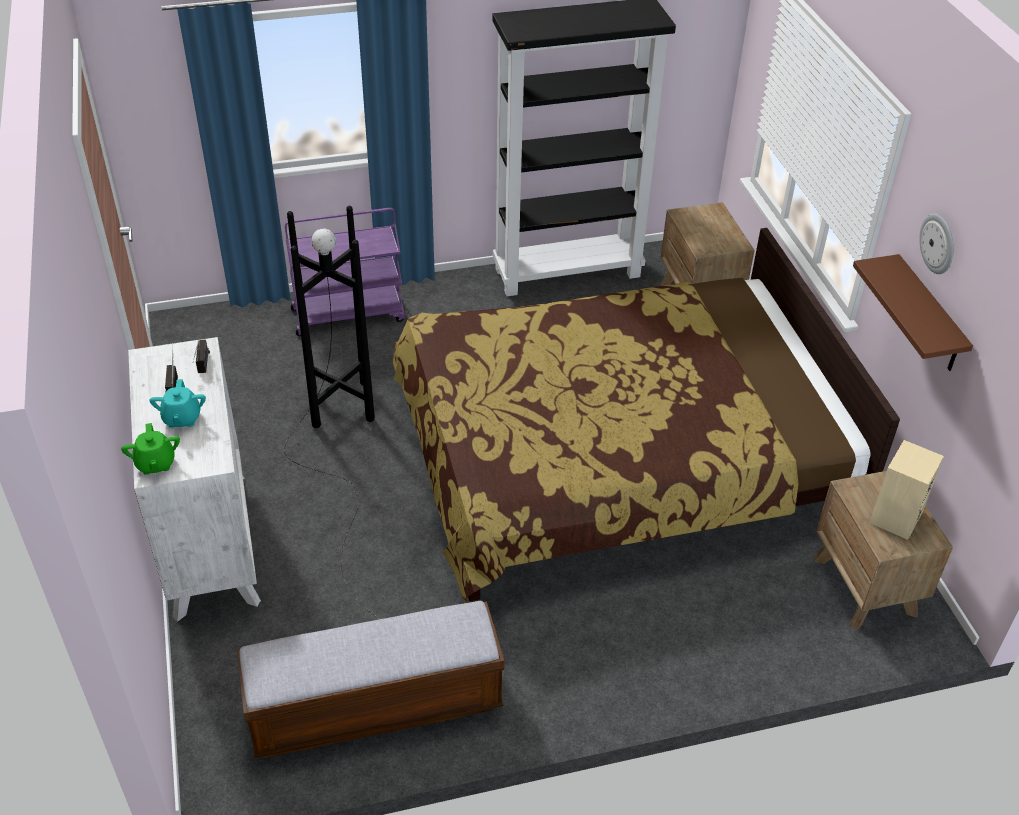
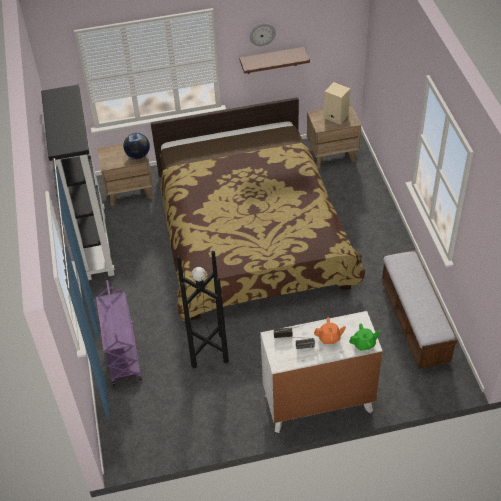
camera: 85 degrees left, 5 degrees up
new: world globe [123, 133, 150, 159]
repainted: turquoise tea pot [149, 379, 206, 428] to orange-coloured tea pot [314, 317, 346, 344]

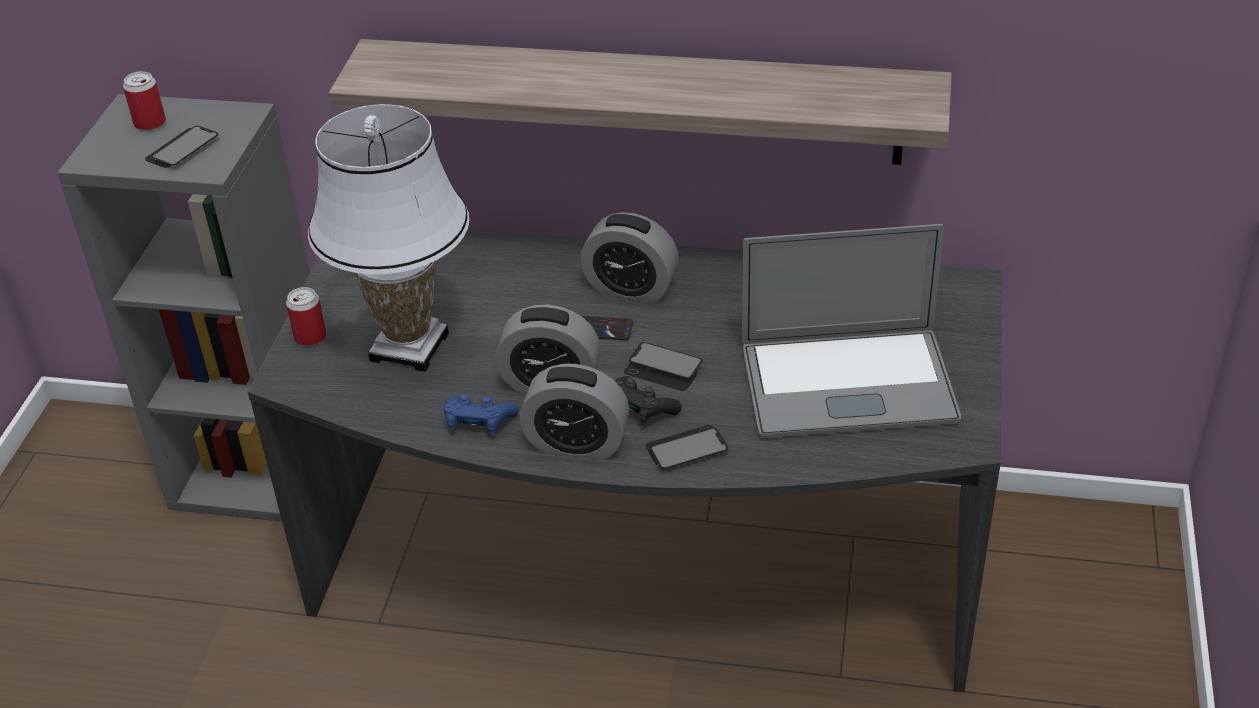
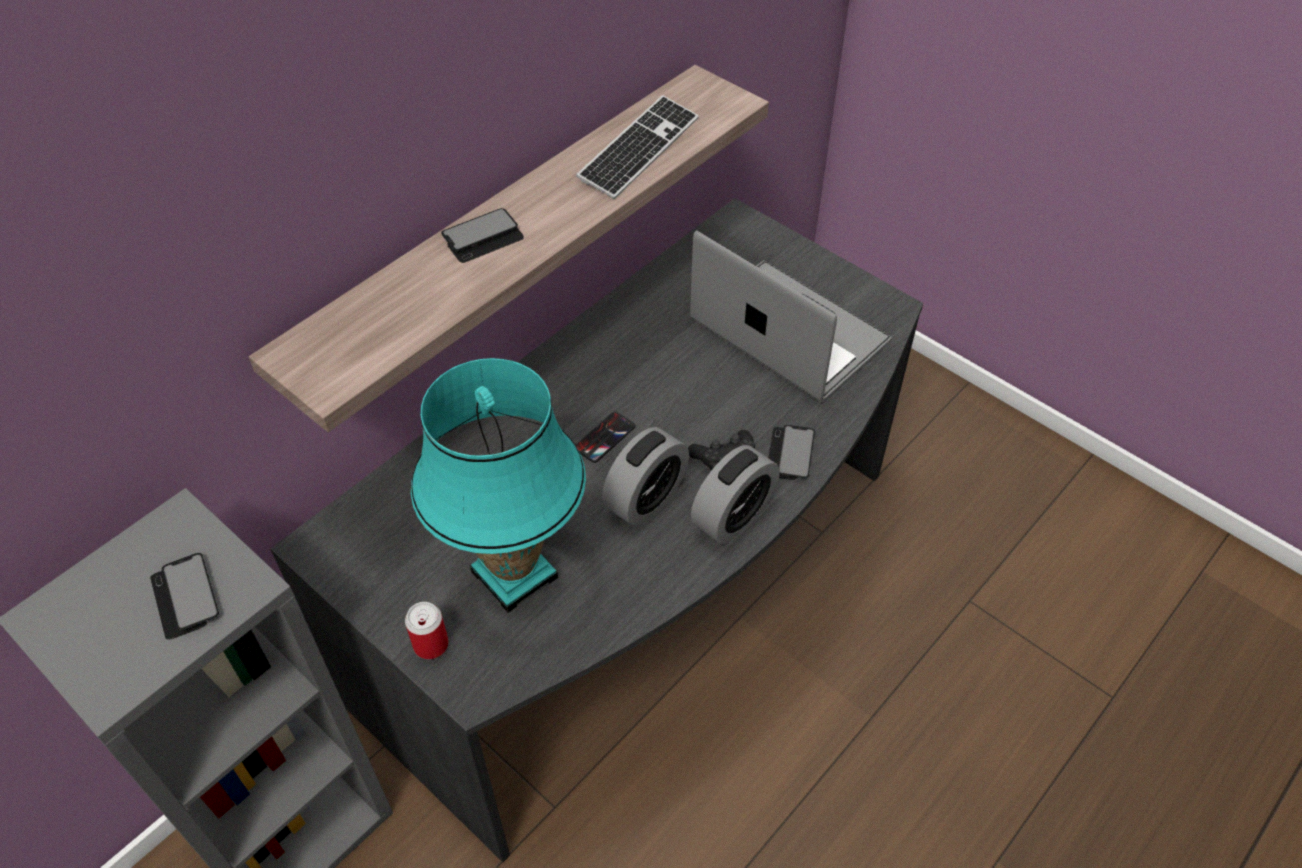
camera: 60 degrees left, 10 degrees up
gone: metal can [123, 71, 166, 131]; blue joypad [444, 394, 518, 435]; alarm clock [580, 212, 679, 303]
new: PC keyboard [576, 95, 699, 199]
shifted: handset [624, 342, 702, 391] to [441, 208, 524, 263]
repainted: white lamp for a table [308, 104, 469, 372] to turquoise lamp for a table [411, 358, 586, 613]
rotated: portable computer [742, 224, 961, 439] = [690, 231, 891, 403] 75 degrees counterclockwise

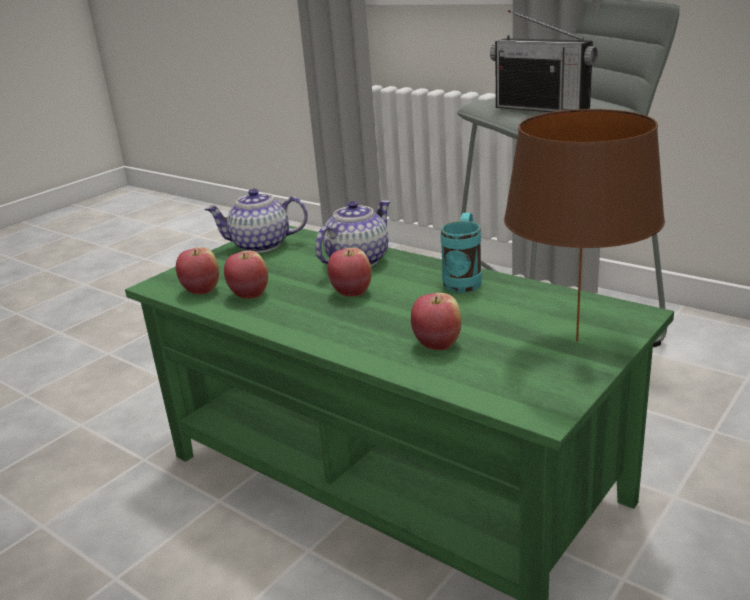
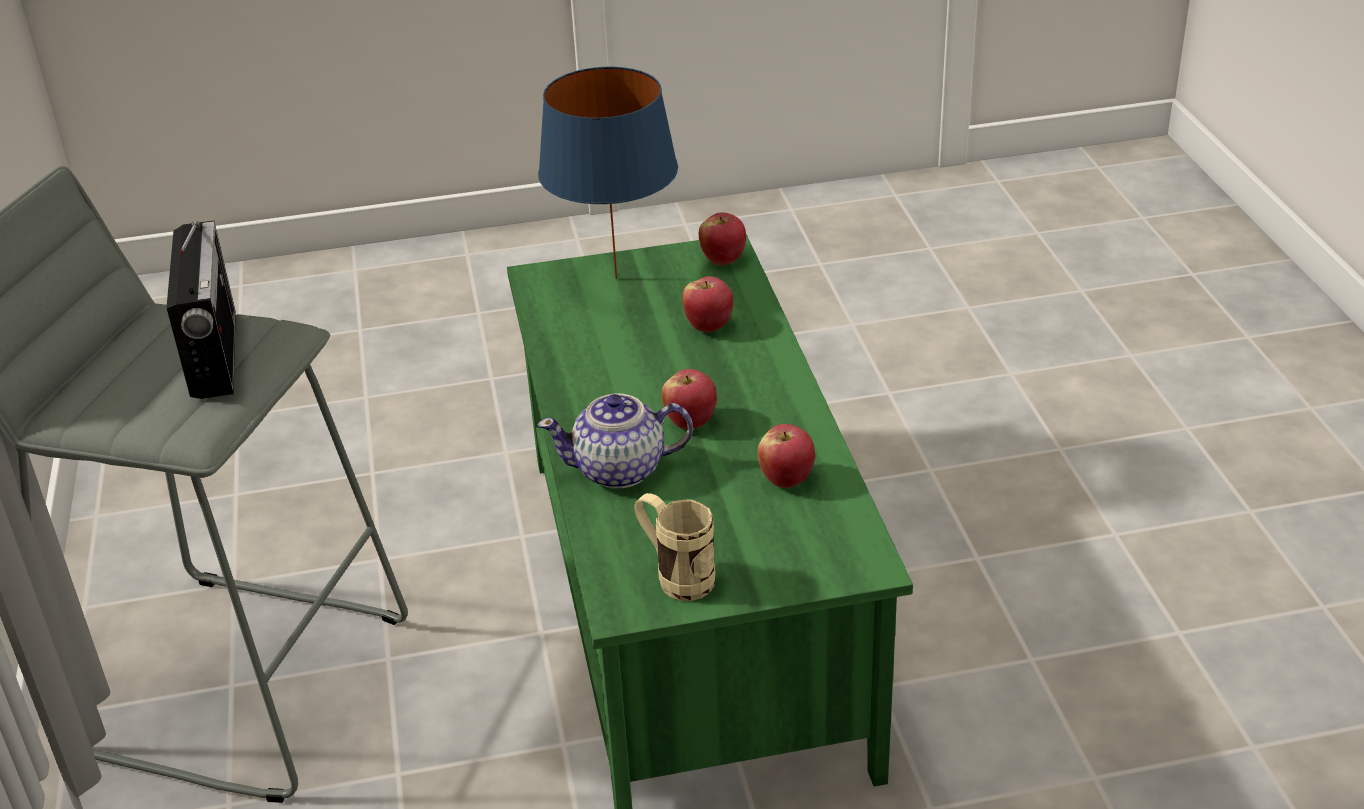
camera: 140 degrees left, 10 degrees up
gone: turquoise mug [440, 213, 482, 293]
shifted: apple fruit [176, 247, 219, 294] to [699, 212, 746, 265]
swapped: tea pot [204, 189, 308, 253] to sand-coloured mug [634, 493, 715, 601]
repainted: brown-coloured lamp for a table [504, 109, 665, 342] to blue lamp for a table [538, 67, 678, 279]

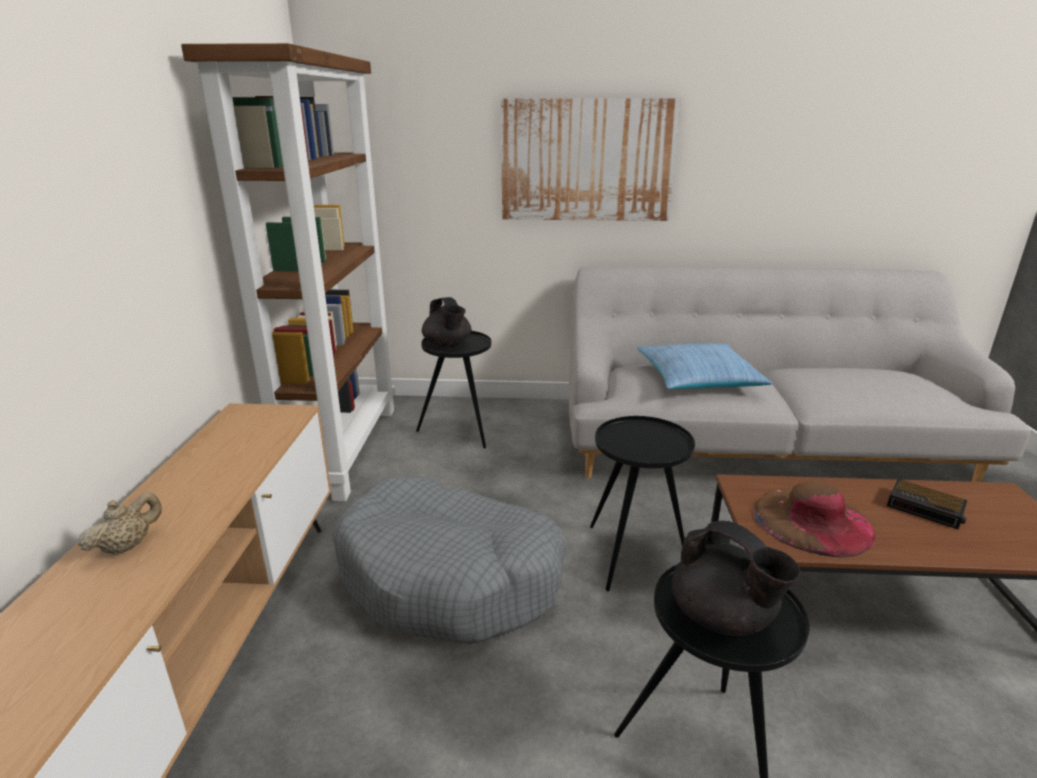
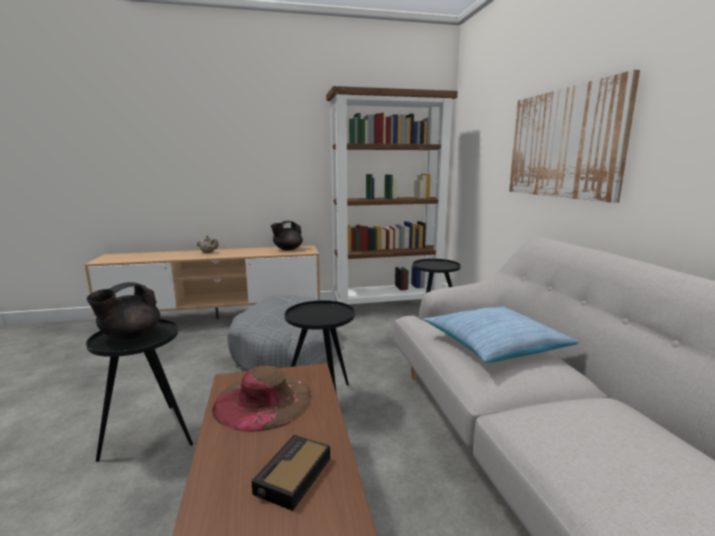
camera: 75 degrees right, 10 degrees down
shifted: black tea pot [422, 297, 471, 348] to [271, 221, 303, 250]

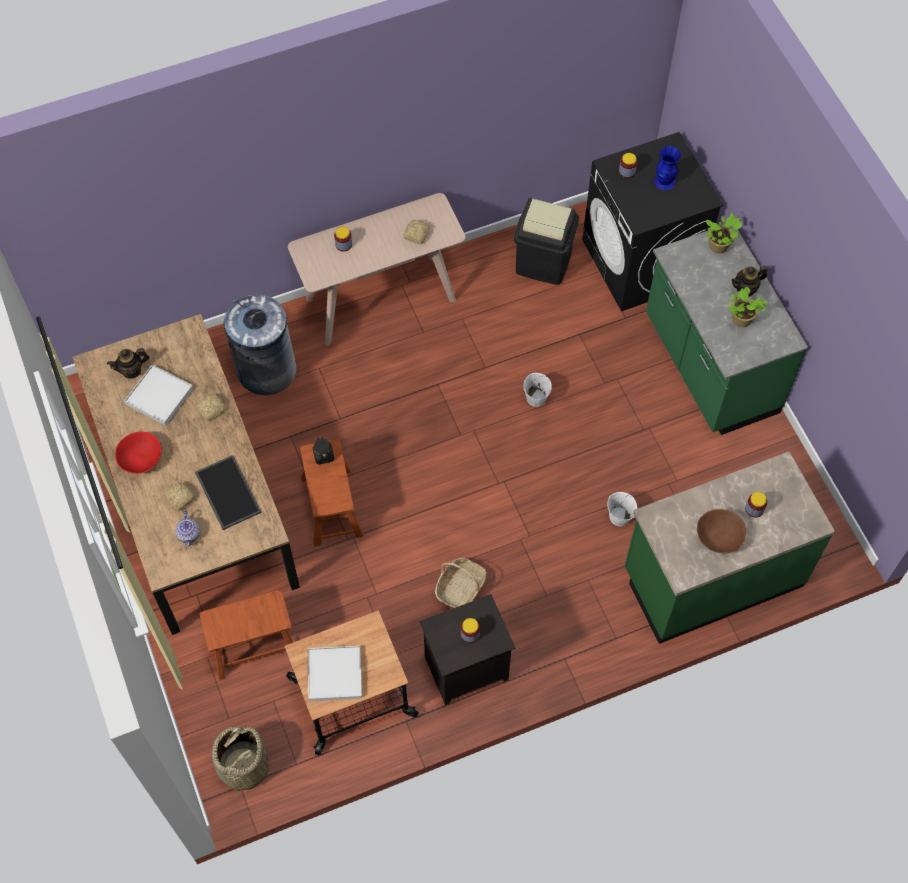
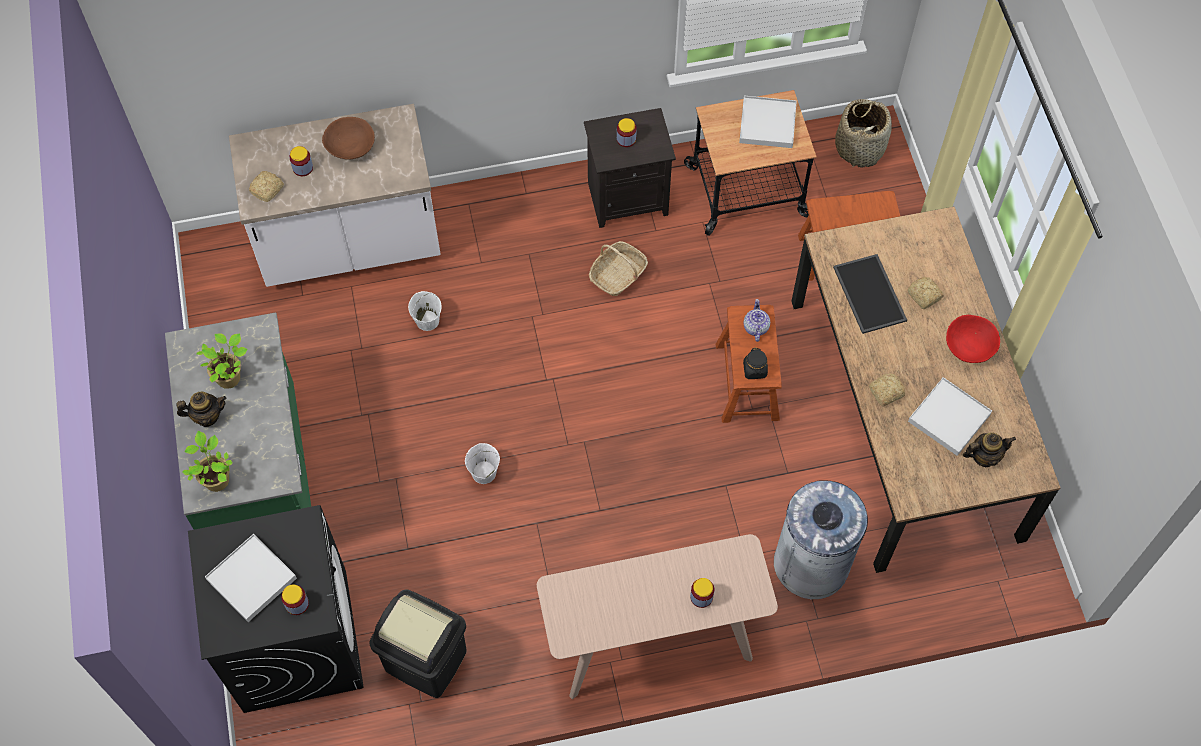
camera: 170 degrees left, 0 degrees up
shifted: tea pot [175, 511, 200, 546] to [744, 299, 770, 342]; bread [403, 220, 430, 244] to [249, 171, 284, 202]
swapped: blue vase [654, 146, 681, 190] to white carrying tray [205, 534, 297, 622]
repainted: green kitchen counter [625, 452, 835, 644] to white kitchen counter [229, 104, 441, 287]

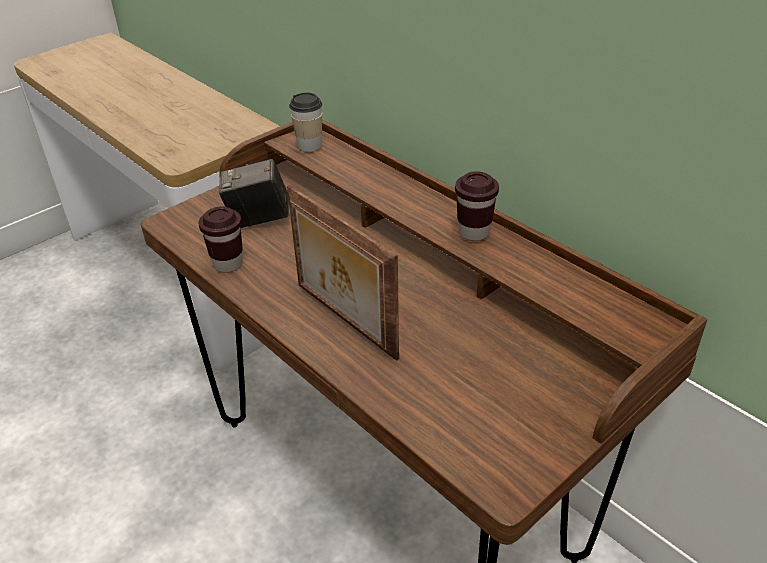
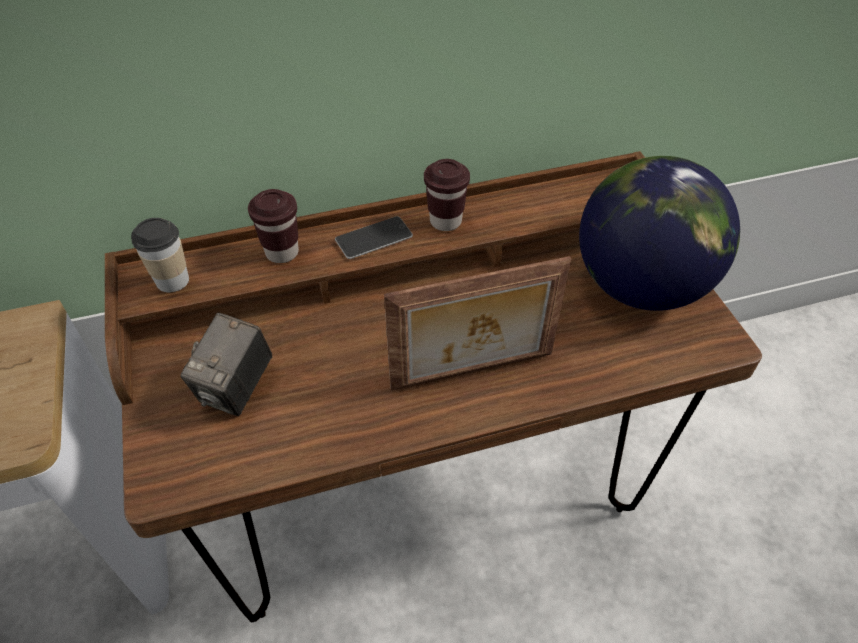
camera: 65 degrees left, 10 degrees up
new: handset [335, 216, 413, 259]; world globe [579, 156, 740, 311]
shifted: brown-coloured cup [198, 206, 243, 273] to [248, 189, 299, 263]

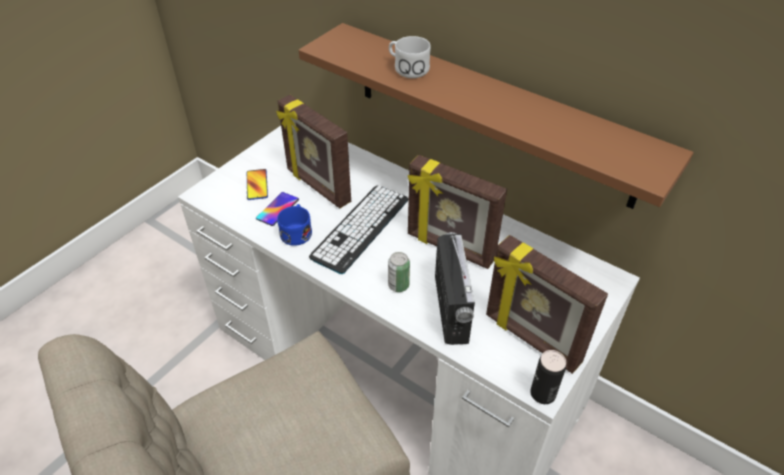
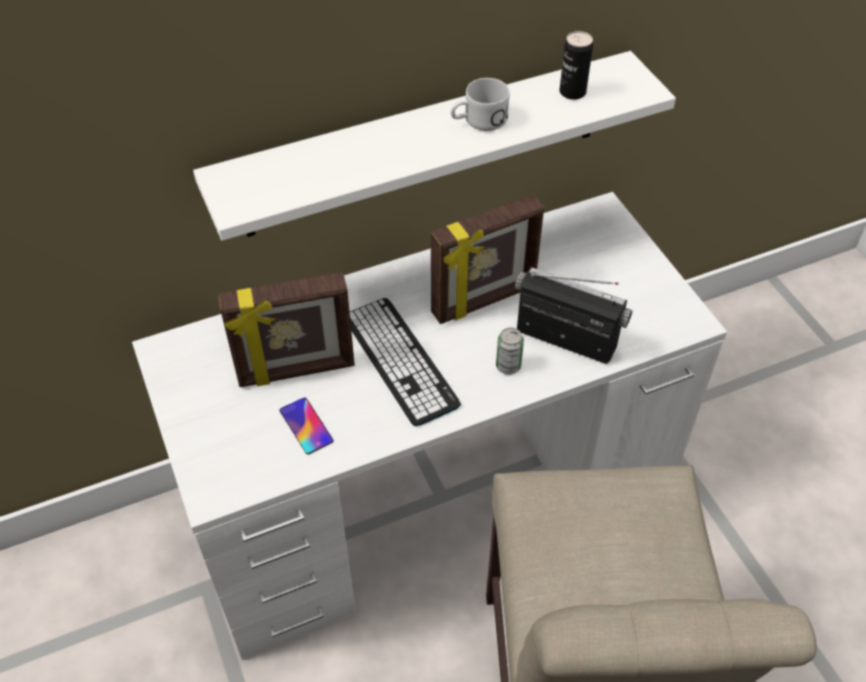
camera: 60 degrees left, 5 degrees up
gone: handset [247, 169, 268, 200]; blue mug [277, 204, 312, 246]; photo frame [486, 235, 608, 374]
shifted: white mug [389, 36, 431, 78] to [451, 78, 510, 131]; metal can [530, 350, 566, 404] to [560, 31, 593, 100]
repainted: brown-coloured wall shelf [299, 23, 693, 209] to white wall shelf [193, 51, 676, 241]

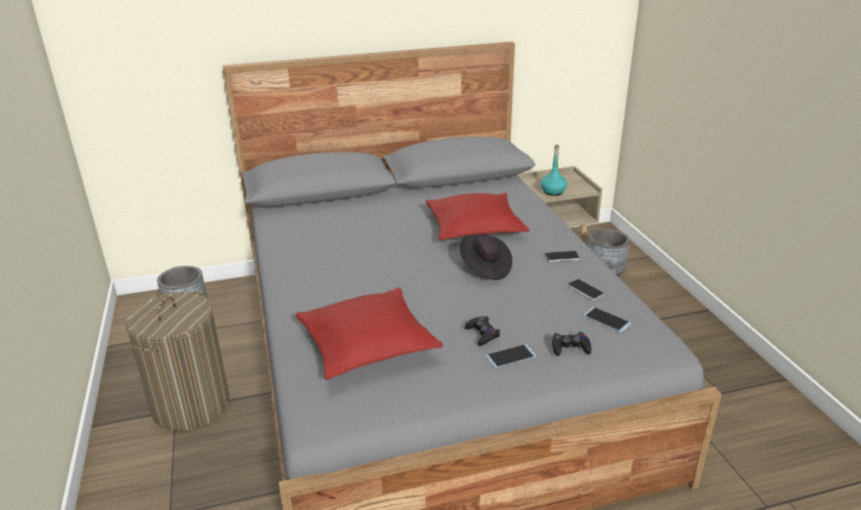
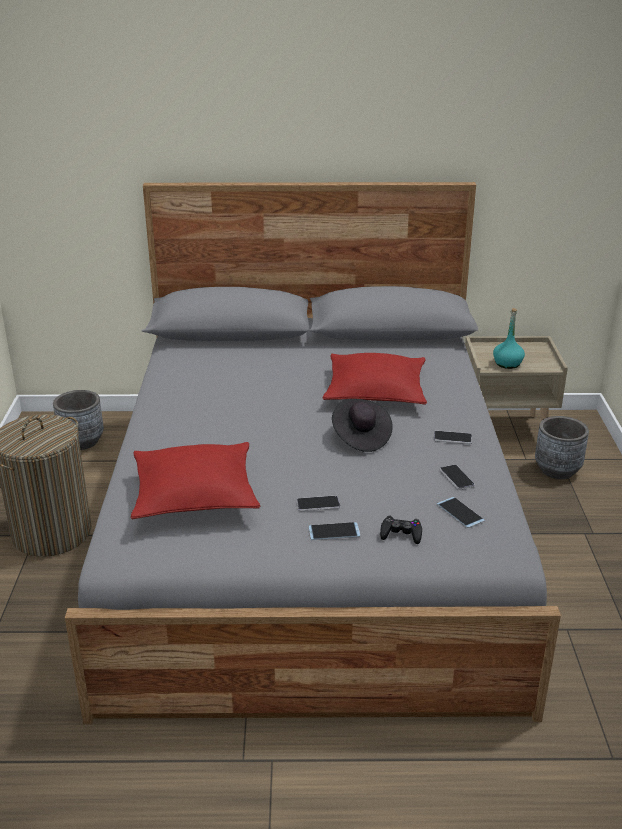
camera: 15 degrees right, 0 degrees up
swapped: black joypad [465, 316, 500, 346] to handset [297, 496, 340, 511]

